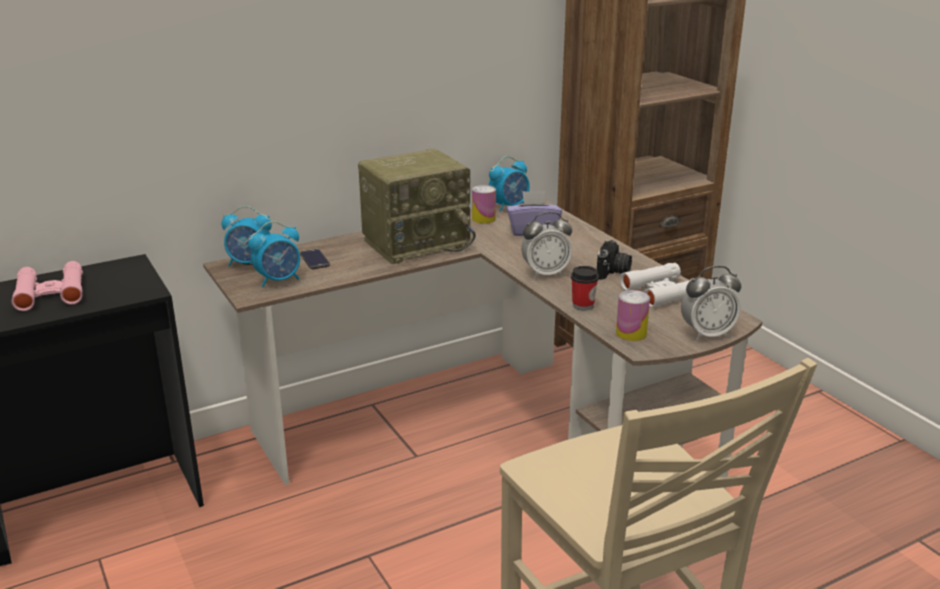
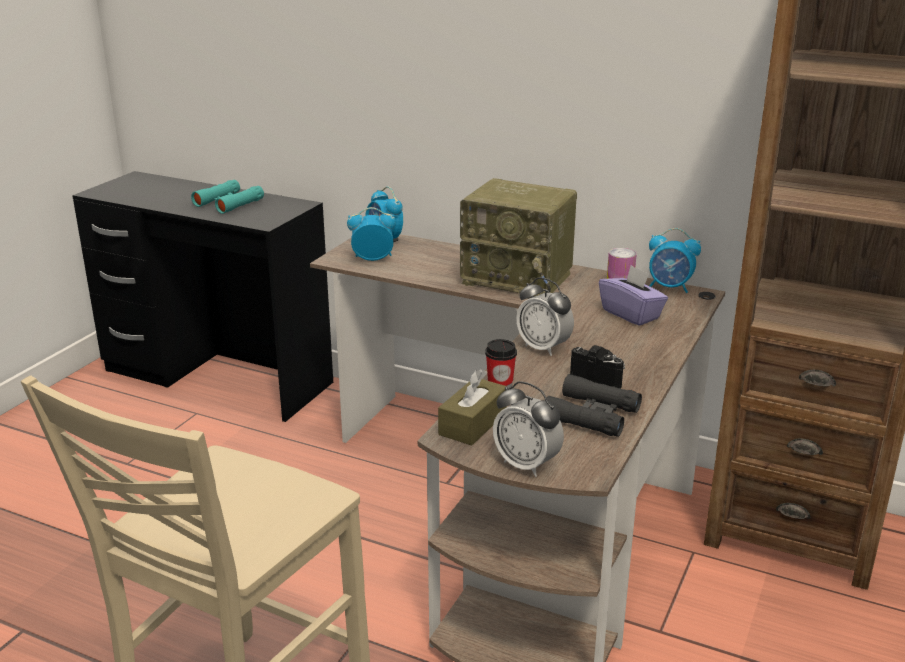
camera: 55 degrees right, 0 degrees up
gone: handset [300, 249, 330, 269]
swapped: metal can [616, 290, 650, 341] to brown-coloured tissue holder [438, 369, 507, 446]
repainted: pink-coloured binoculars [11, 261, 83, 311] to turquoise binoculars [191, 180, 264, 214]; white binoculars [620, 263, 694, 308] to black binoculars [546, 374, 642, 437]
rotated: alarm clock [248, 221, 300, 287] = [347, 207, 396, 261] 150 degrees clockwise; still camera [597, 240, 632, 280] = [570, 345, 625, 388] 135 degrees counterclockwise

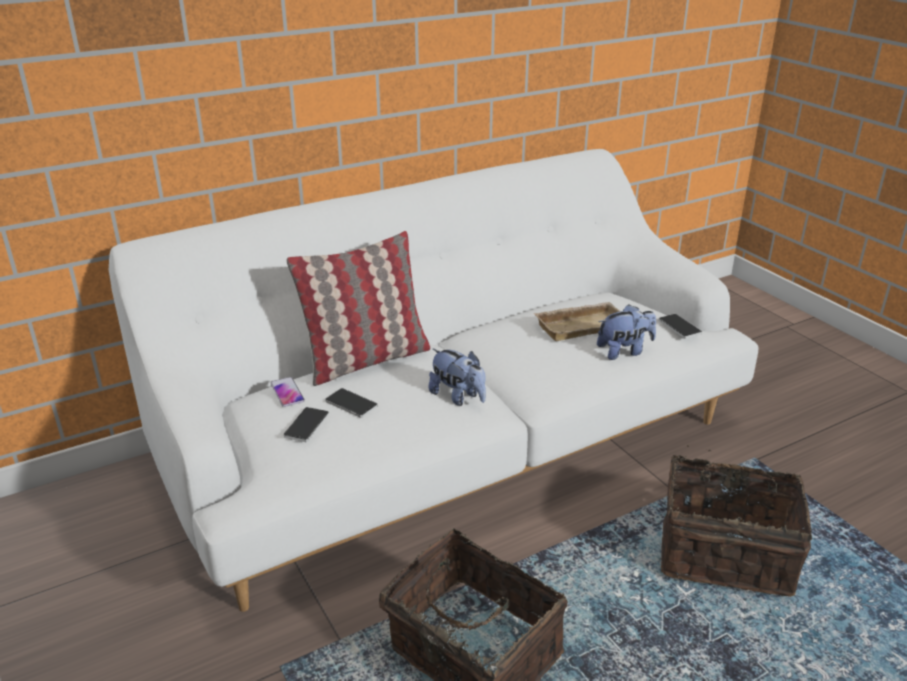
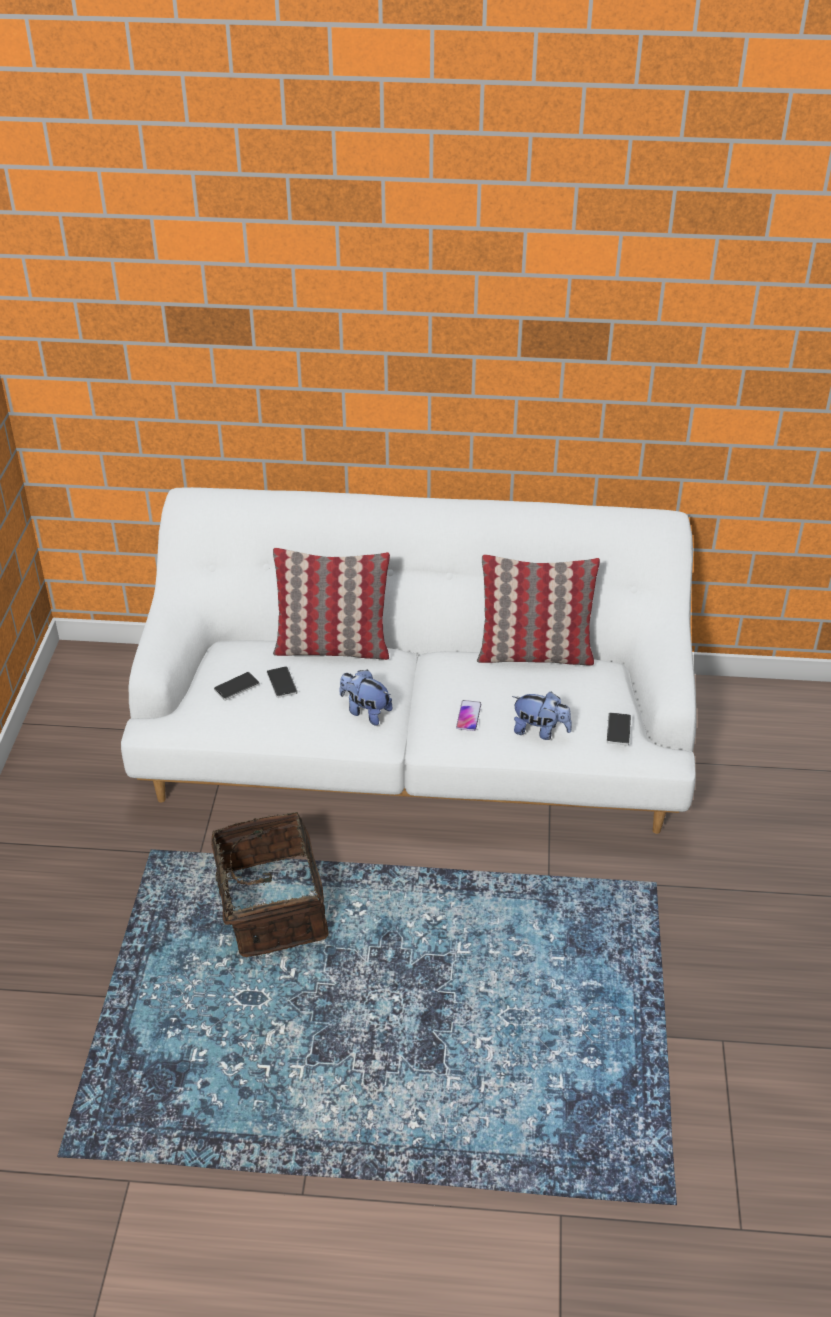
camera: 35 degrees right, 10 degrees up
gone: sand-coloured carrying tray [534, 302, 621, 341]; basket [660, 445, 812, 597]
new: throw pillow [477, 554, 600, 666]
shifted: handset [271, 377, 305, 407] to [456, 700, 481, 731]
rotated: plush toy [429, 349, 486, 406] = [339, 670, 392, 726] 135 degrees clockwise

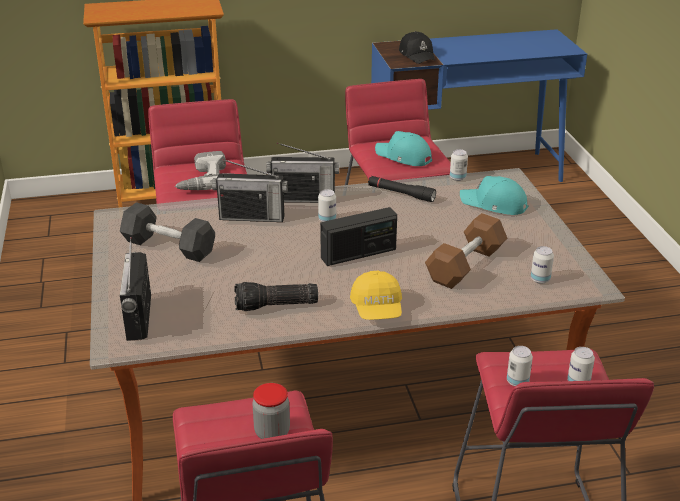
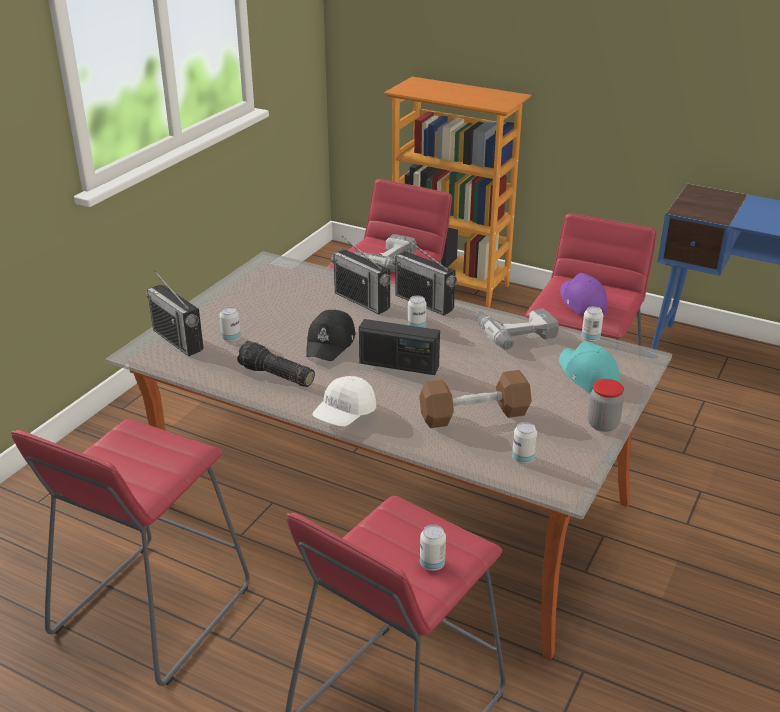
camera: 40 degrees right, 0 degrees up
gone: black free weight [120, 202, 215, 262]
shifted: preserve jar [252, 383, 290, 439] to [588, 379, 624, 432]; black cap [399, 31, 435, 64] to [306, 310, 355, 361]; metal can [507, 346, 533, 386] to [219, 307, 241, 342]
swapped: black torch [368, 176, 436, 202] to power drill [475, 308, 559, 350]
repainted: yellow cap [350, 271, 402, 320] to white cap [313, 376, 376, 426]; turquoise cap [375, 131, 432, 166] to purplish cap [560, 273, 608, 316]
rotated: radio set [120, 237, 151, 341] = [146, 270, 204, 356] 75 degrees counterclockwise

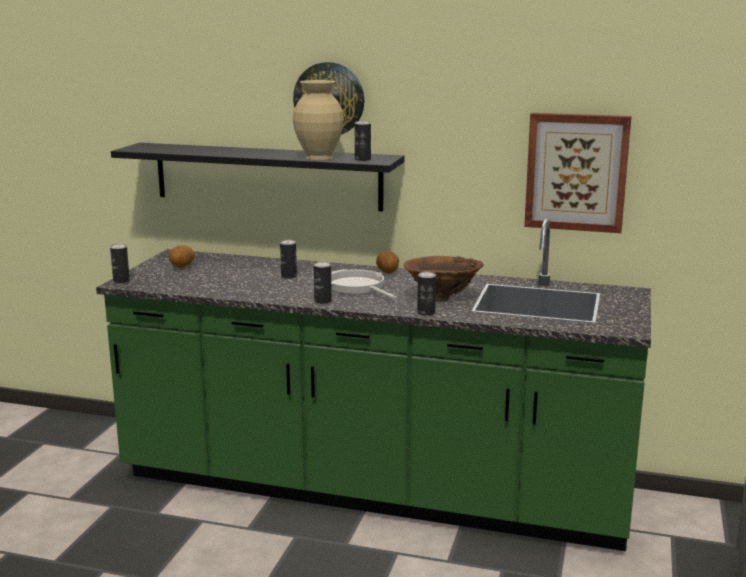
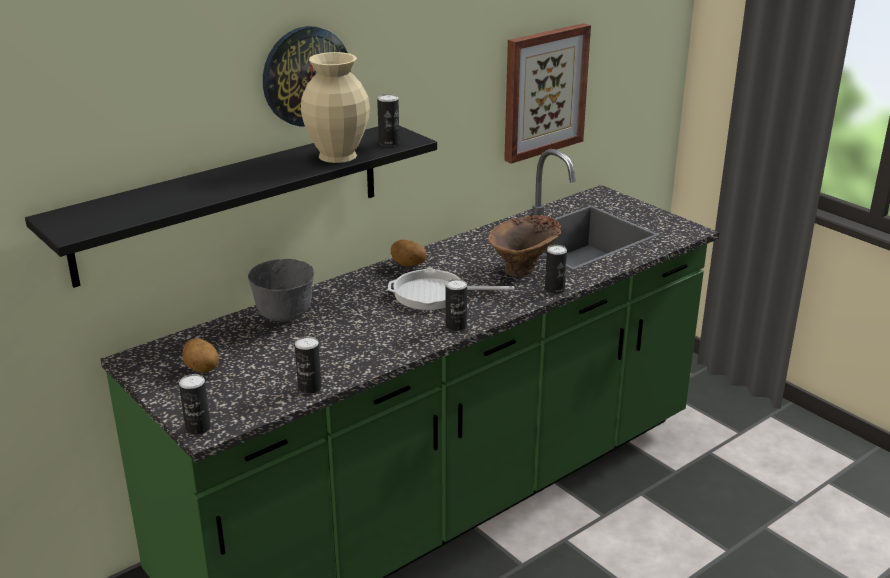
camera: 55 degrees left, 10 degrees up
new: grey deep dish [248, 259, 314, 322]
shifted: metal can [280, 240, 297, 279] to [295, 336, 322, 394]

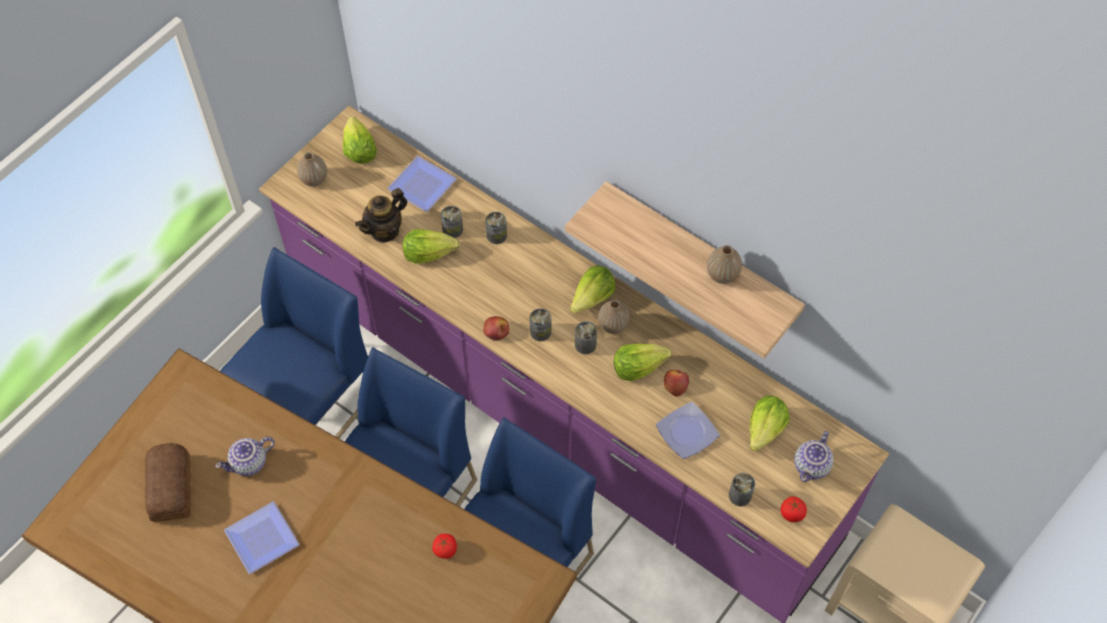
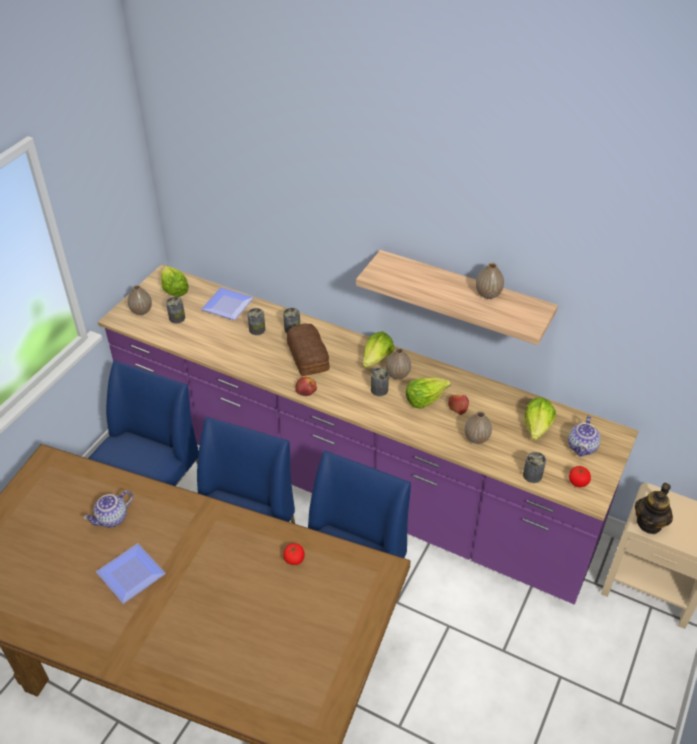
camera: 10 degrees left, 15 degrees down
gone: lettuce head [403, 229, 460, 264]
shifted: bread [145, 443, 191, 522] to [287, 324, 330, 376]; tea pot [355, 188, 407, 243] to [635, 483, 673, 534]; metal can [530, 308, 551, 341] to [166, 297, 185, 324]
swapped: dinner plate [656, 401, 720, 459] to vase [465, 411, 492, 444]

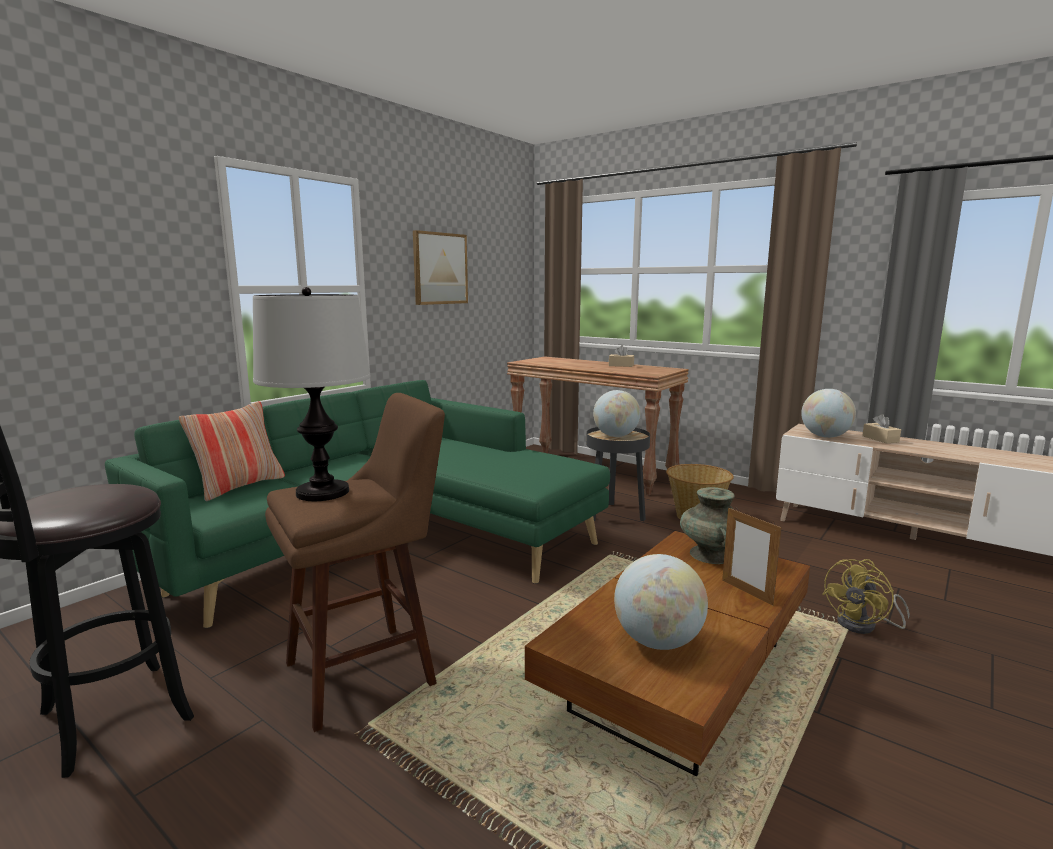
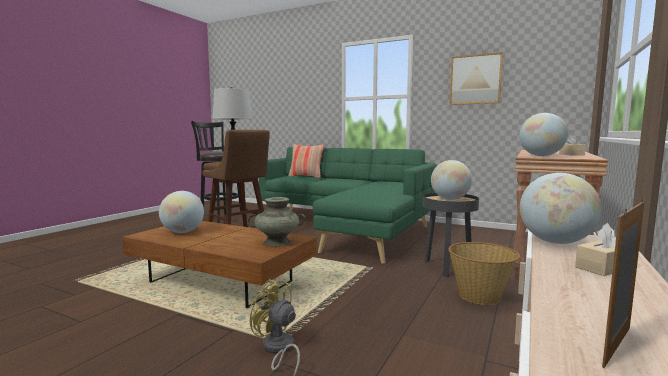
camera: 80 degrees right, 5 degrees down
new: world globe [519, 113, 568, 156]
shifted: photo frame [722, 508, 781, 605] to [602, 199, 644, 368]

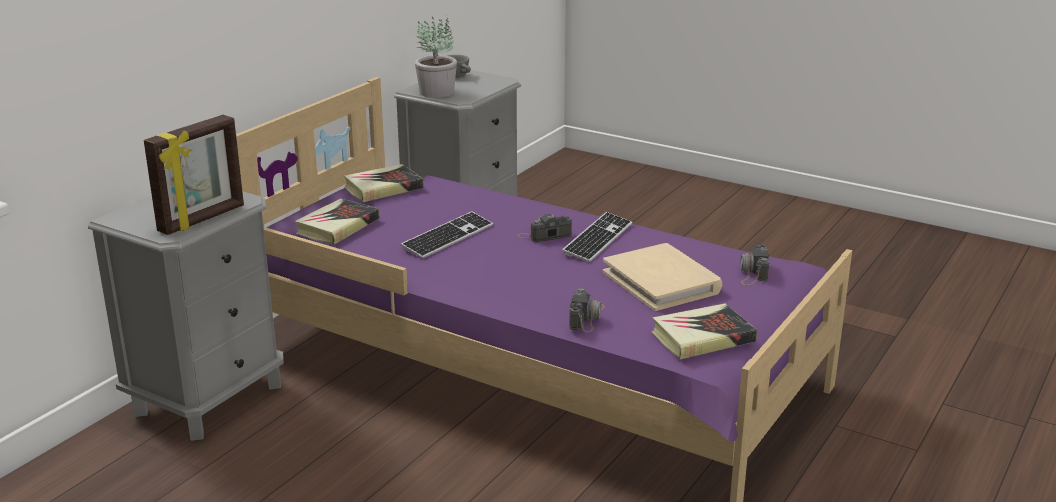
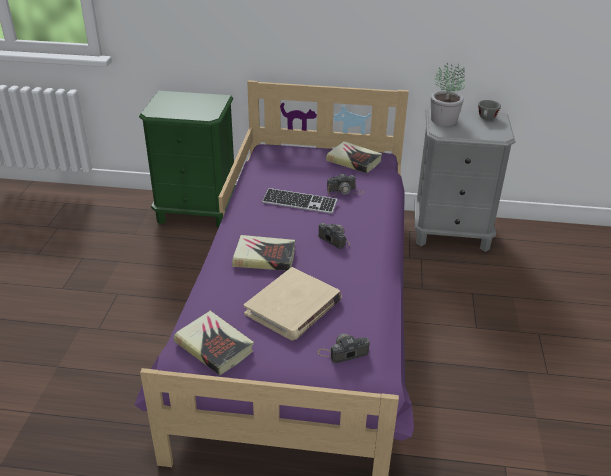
camera: 65 degrees right, 10 degrees up
gone: photo frame [144, 115, 244, 235]; PC keyboard [562, 212, 632, 262]
shifted: volume [294, 199, 379, 245] to [232, 235, 295, 271]; still camera [569, 288, 605, 332] to [327, 174, 364, 196]
repainted: grey nightstand [88, 191, 283, 441] to green nightstand [139, 91, 237, 228]

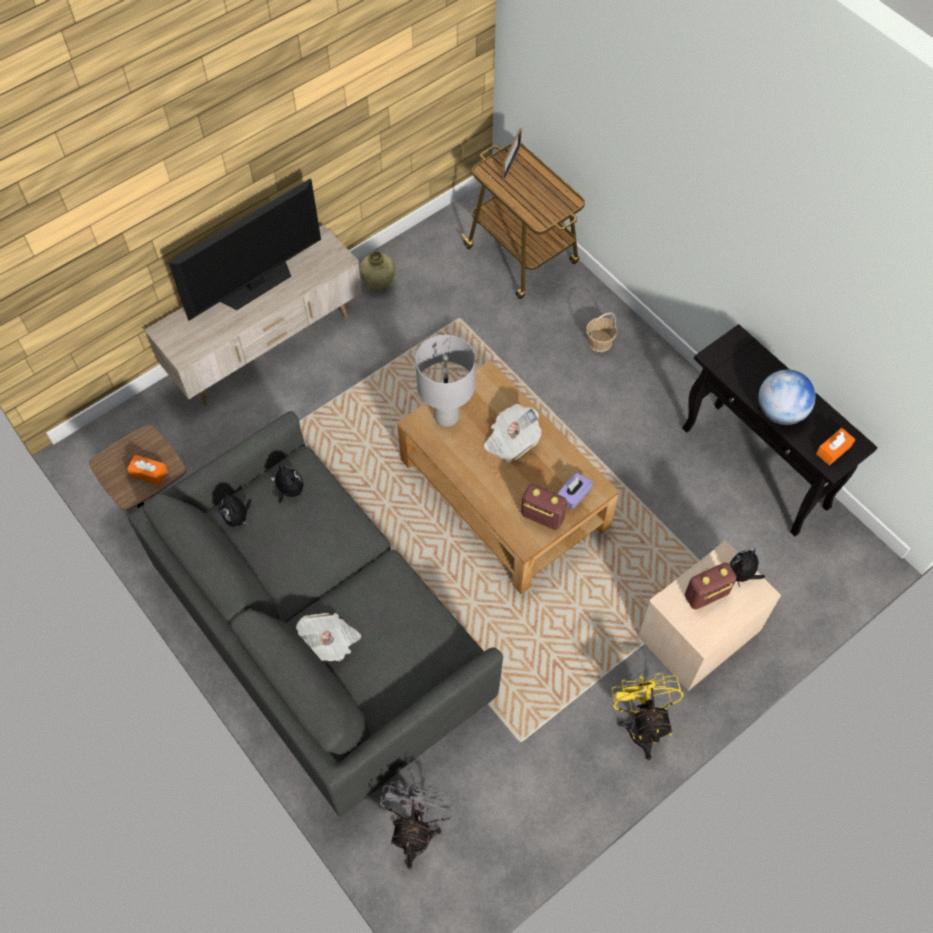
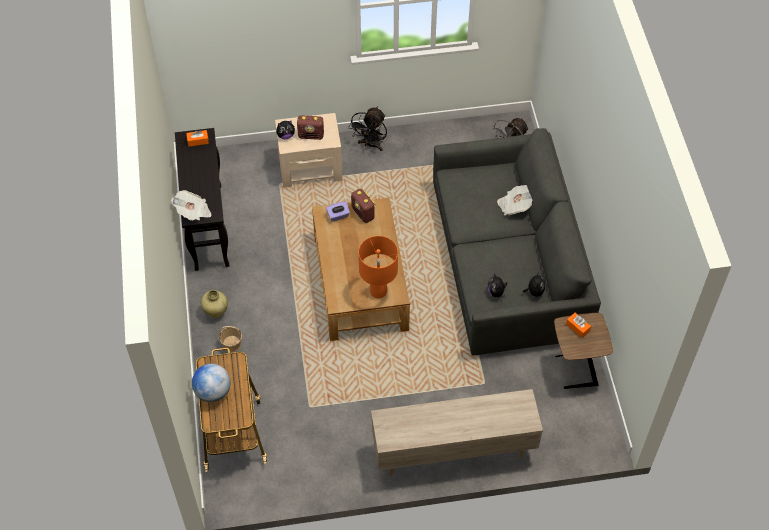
camera: 150 degrees left, 5 degrees down
gone: television [168, 178, 321, 321]; photo frame [502, 128, 522, 180]
shifted: sand-coloured vase [360, 251, 396, 292] to [201, 290, 228, 318]; newspaper [484, 404, 541, 463] to [171, 190, 212, 221]; world globe [758, 370, 816, 425] to [192, 364, 231, 402]
repainted: grey lamp for a table [415, 335, 475, 427] to orange-coloured lamp for a table [358, 236, 398, 298]; yellow electric fan [612, 672, 684, 760] to black electric fan [348, 106, 387, 151]

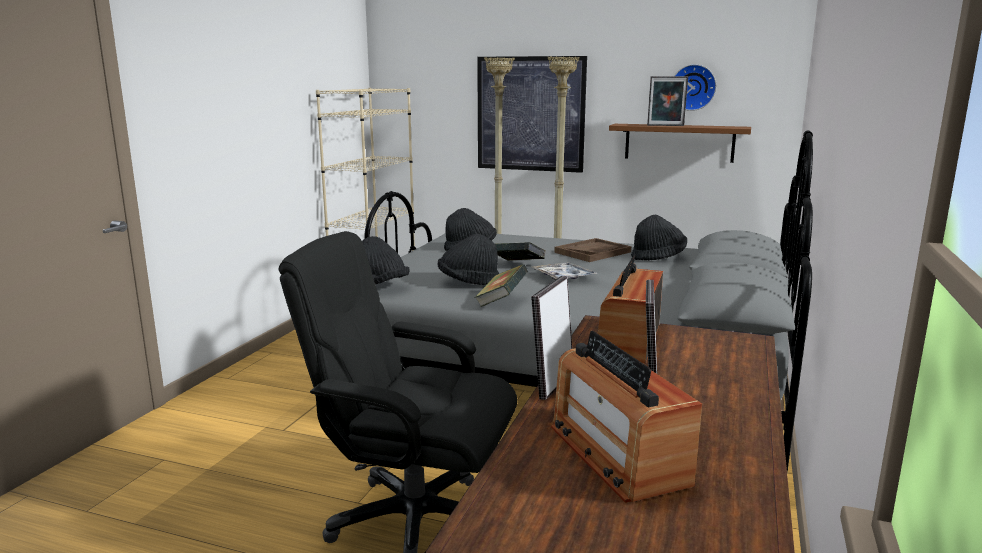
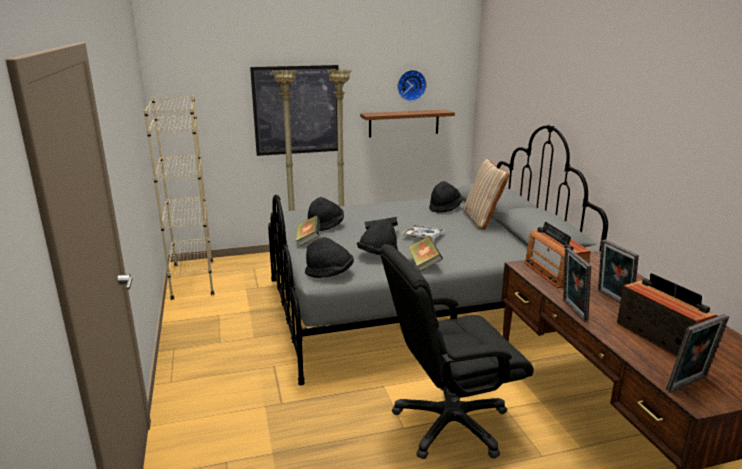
camera: 35 degrees left, 5 degrees up
gone: brown-coloured carrying tray [554, 238, 631, 262]
new: volume [296, 216, 320, 246]; sand-coloured throw pillow [463, 159, 509, 230]
shifted: photo frame [647, 76, 688, 126] to [666, 314, 729, 393]
rotated: radio set [551, 331, 702, 503] = [617, 273, 717, 357] 150 degrees counterclockwise

